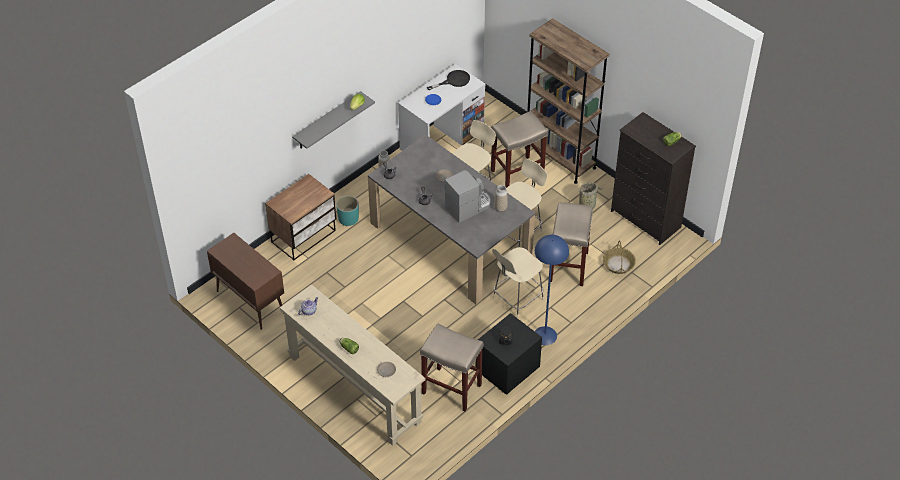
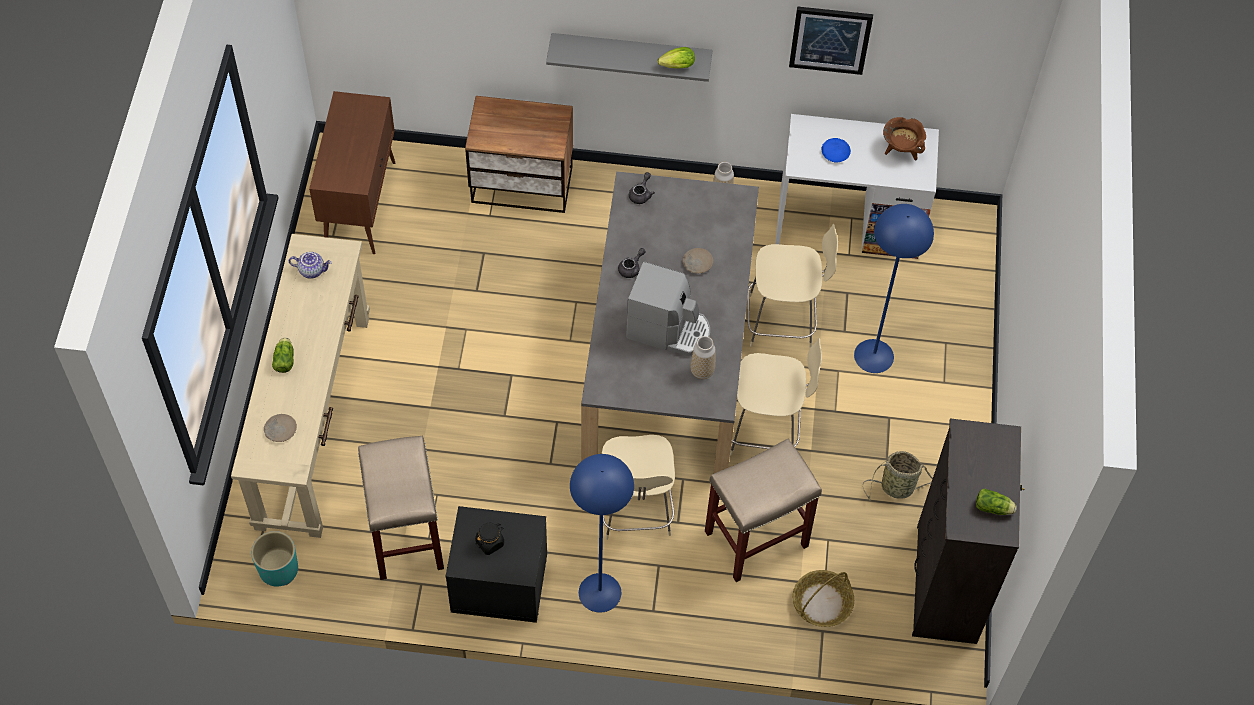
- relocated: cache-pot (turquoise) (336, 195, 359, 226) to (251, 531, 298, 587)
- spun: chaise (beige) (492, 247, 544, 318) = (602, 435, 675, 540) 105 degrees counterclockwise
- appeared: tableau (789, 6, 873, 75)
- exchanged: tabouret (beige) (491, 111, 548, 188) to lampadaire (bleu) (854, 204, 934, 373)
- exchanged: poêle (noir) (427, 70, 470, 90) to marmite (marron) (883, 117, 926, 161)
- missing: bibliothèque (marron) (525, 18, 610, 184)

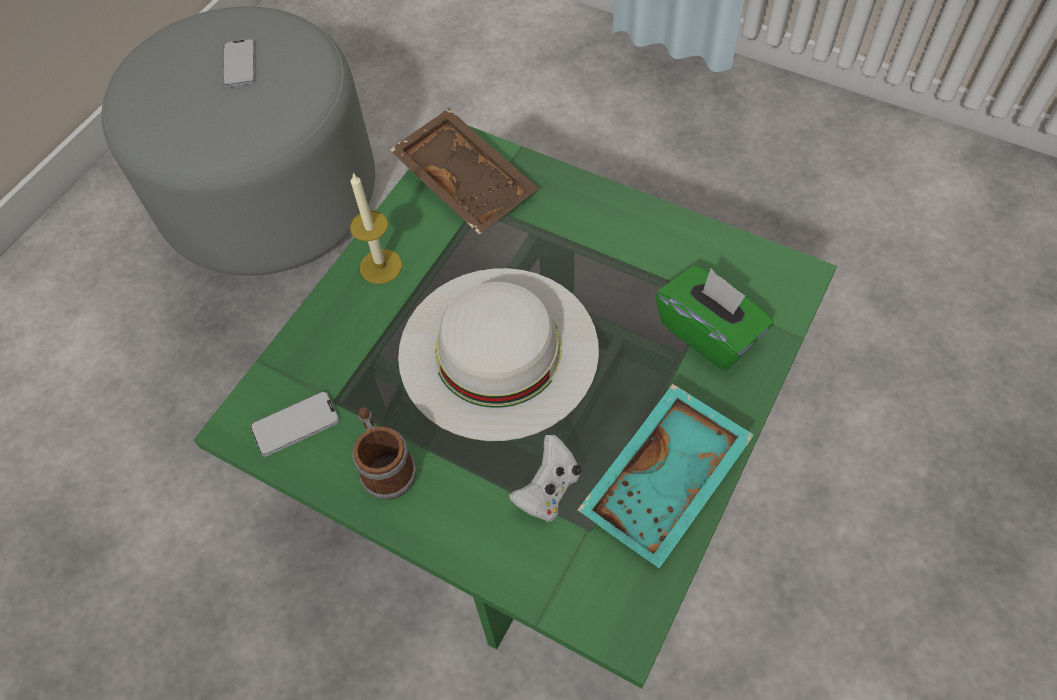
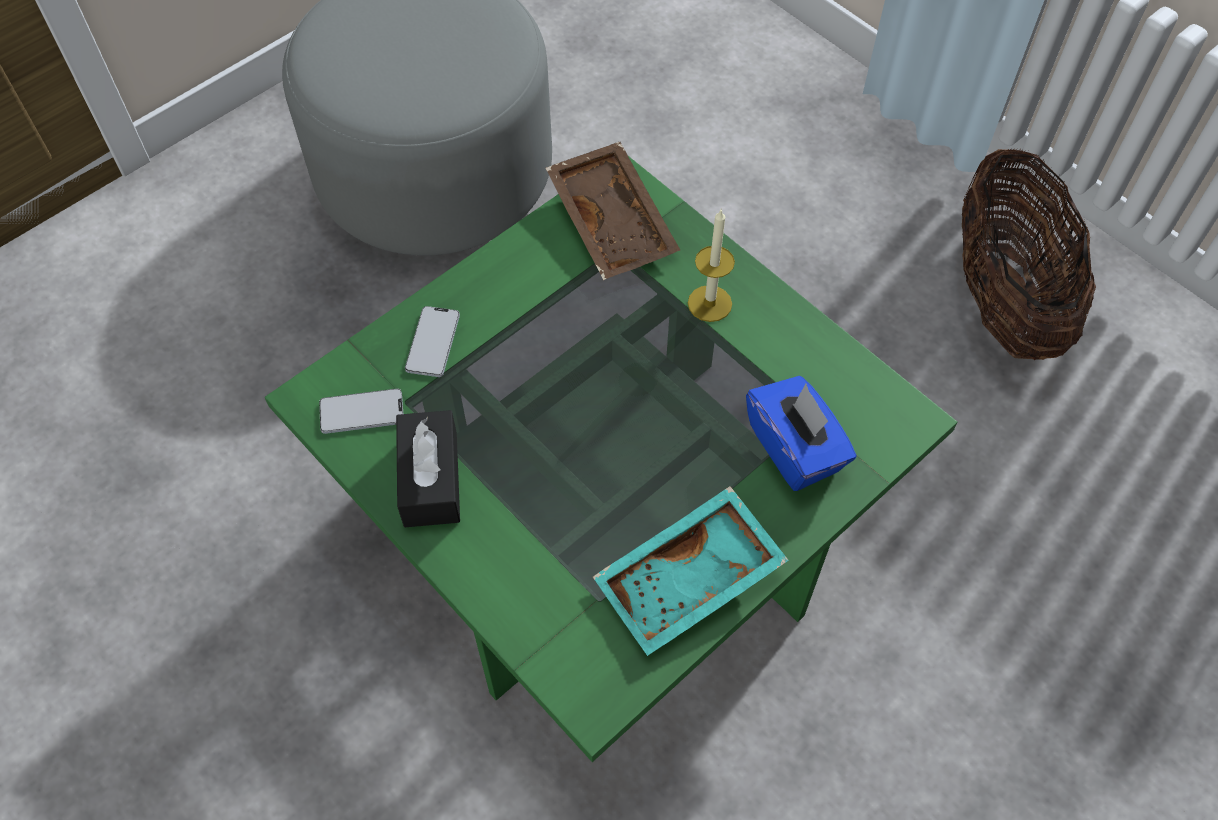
- exchanged: mug (352, 407, 417, 500) to boîte à mouchoirs (noir) (396, 410, 460, 527)
- relocated: téléphone (223, 39, 255, 87) to (405, 306, 460, 377)
- relocated: bougie (350, 172, 402, 284) to (688, 210, 735, 322)
- colour: boîte à mouchoirs (vert) (656, 265, 774, 371) to boîte à mouchoirs (bleu) (746, 376, 856, 491)
- appeared: panier (962, 149, 1096, 360)
- missing: chapeau (blanc) (398, 268, 599, 441)
- missing: manette (blanc) (509, 435, 581, 522)

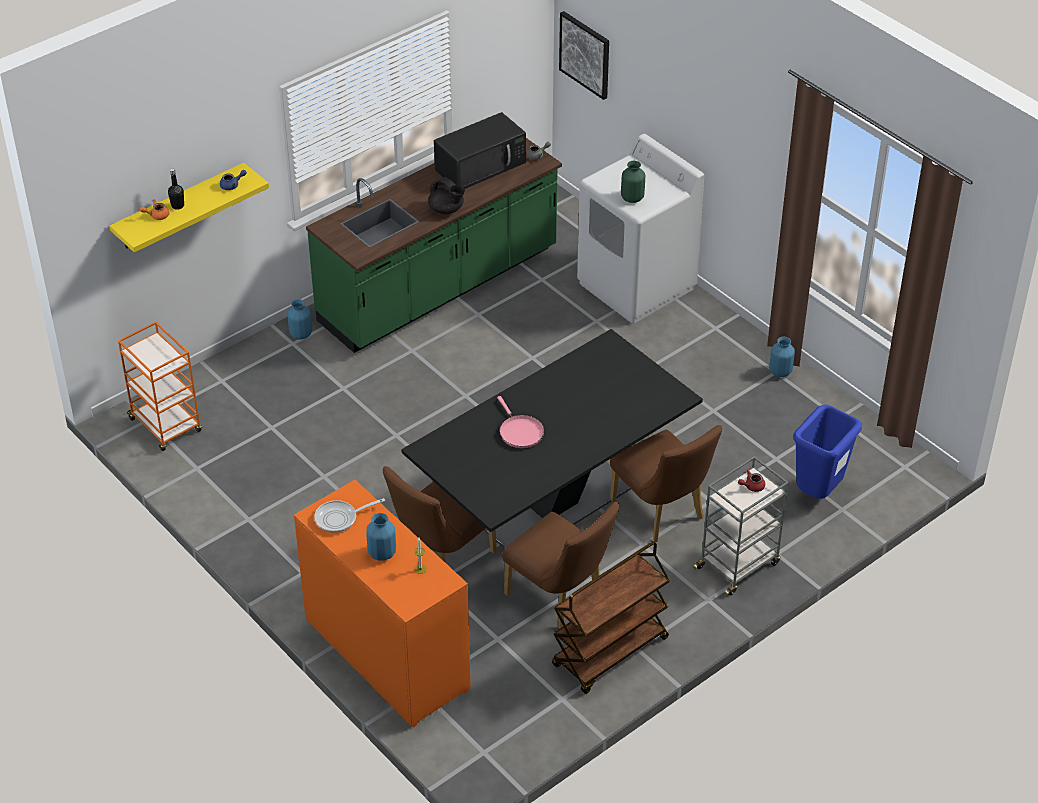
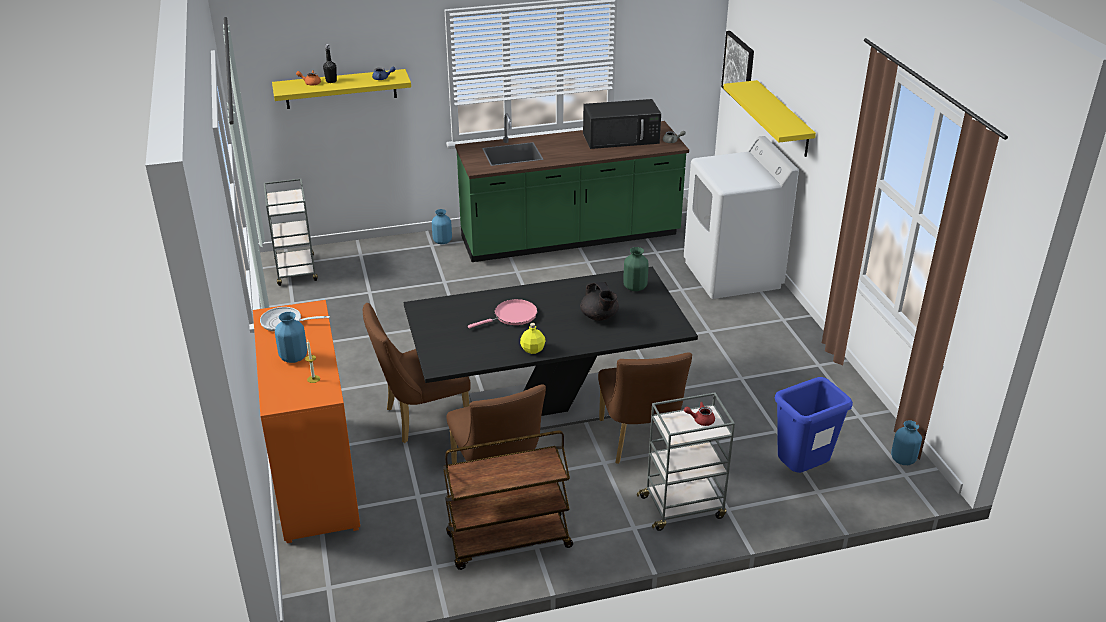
- colour: chariot (orange) (118, 322, 202, 451) to chariot (gris) (264, 179, 318, 286)
- spun: poêle (rose) (497, 396, 544, 448) = (468, 299, 537, 329) 120 degrees counterclockwise
- appeared: bouteille (jaune) (520, 323, 545, 354)
- relocated: théière (noir) (428, 177, 465, 214) to (580, 282, 619, 321)
- relocated: vase (vert) (621, 161, 645, 203) to (623, 247, 649, 291)
- appeared: étagère (jaune) (723, 80, 816, 157)
- relocated: vase (bleu) (769, 337, 795, 377) to (891, 420, 922, 465)

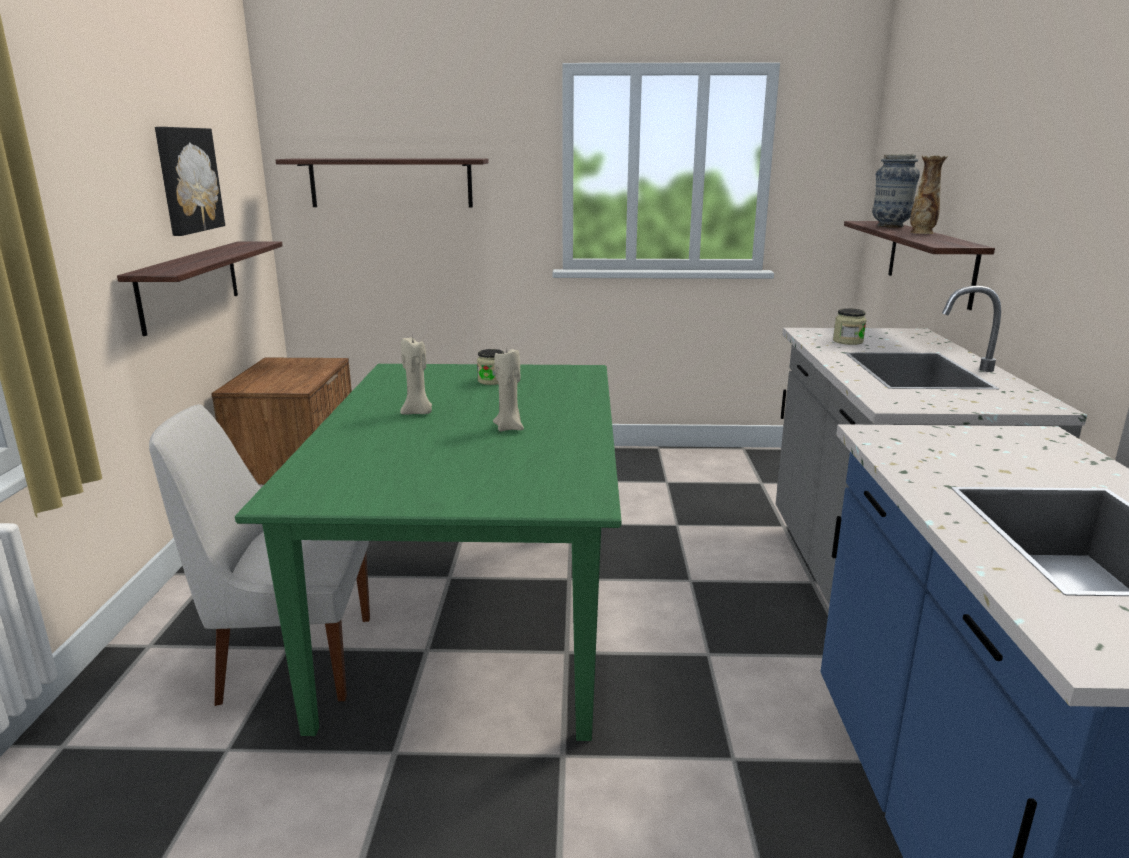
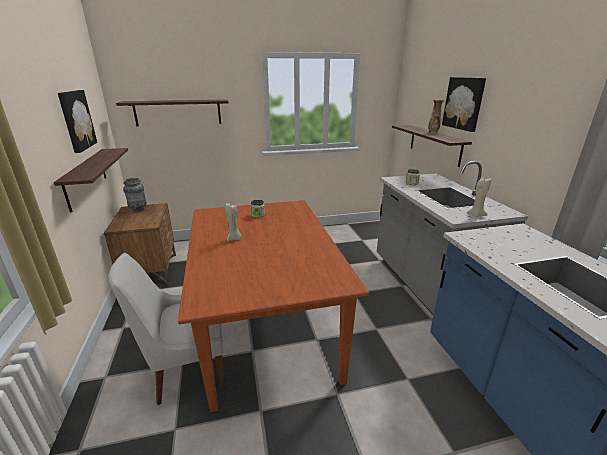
- relocated: vase (872, 154, 920, 228) to (123, 178, 146, 212)
- colour: table à manger (vert) (235, 364, 621, 741) to table à manger (marron) (178, 200, 369, 412)
- appeared: tableau (442, 77, 486, 132)
- relocated: bougie (beige) (493, 349, 524, 431) to (466, 178, 491, 218)

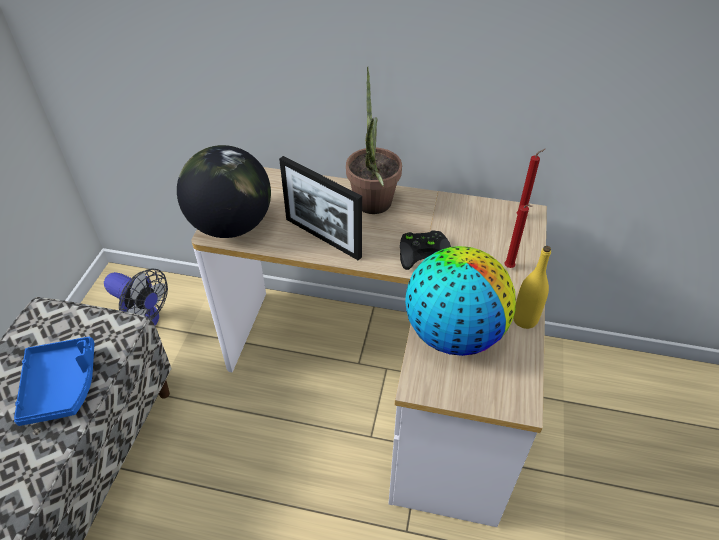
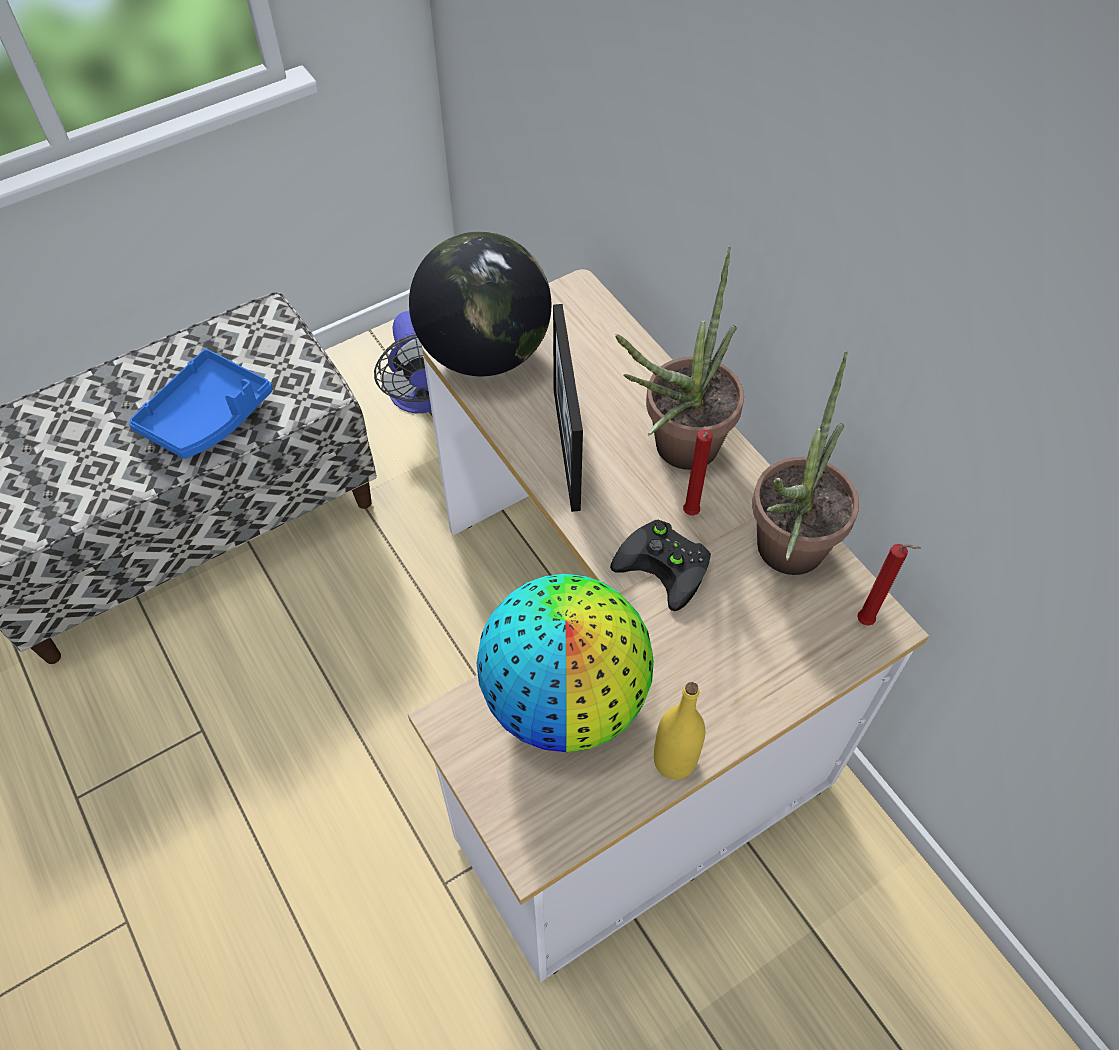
- relocated: bougie (rouge) (504, 205, 533, 268) to (683, 429, 712, 516)
- appeared: plante en pot (752, 351, 859, 575)

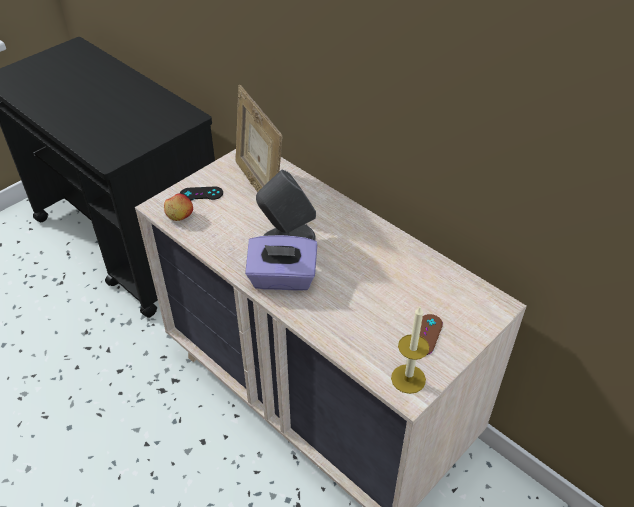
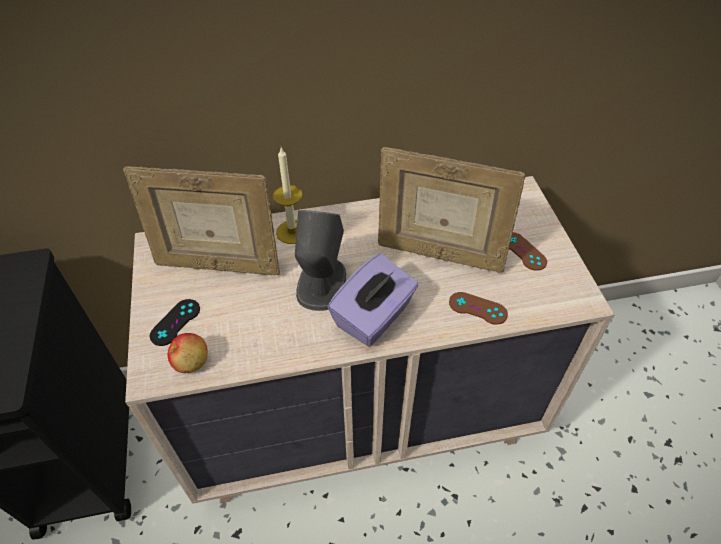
- relocated: bougie (391, 307, 429, 394) to (273, 148, 302, 244)
- appeared: cadre photo (378, 147, 526, 273)
- appeared: manette (marron) (449, 292, 508, 325)

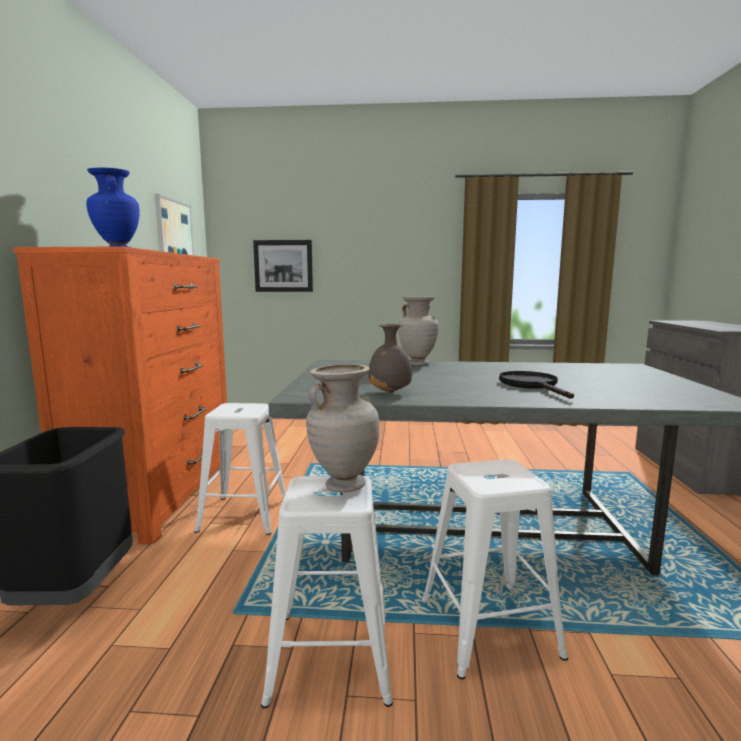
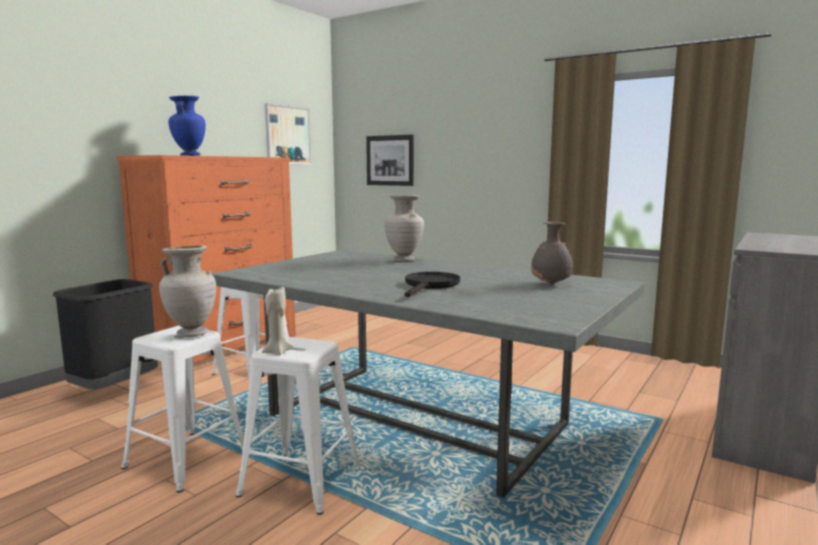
- appeared: bougie (beige) (261, 287, 294, 355)
- relocated: vase (gris) (368, 324, 412, 393) to (531, 222, 573, 284)

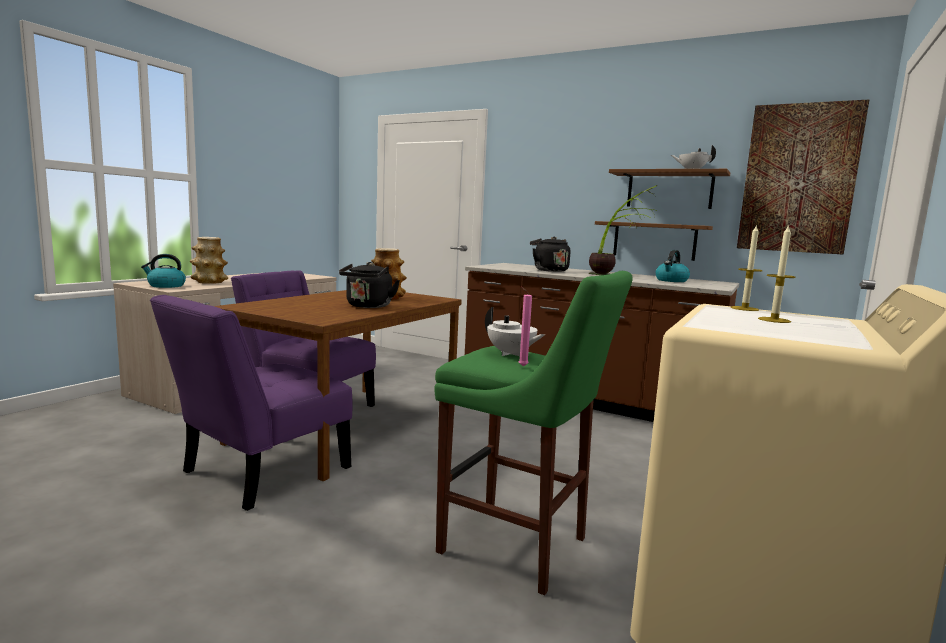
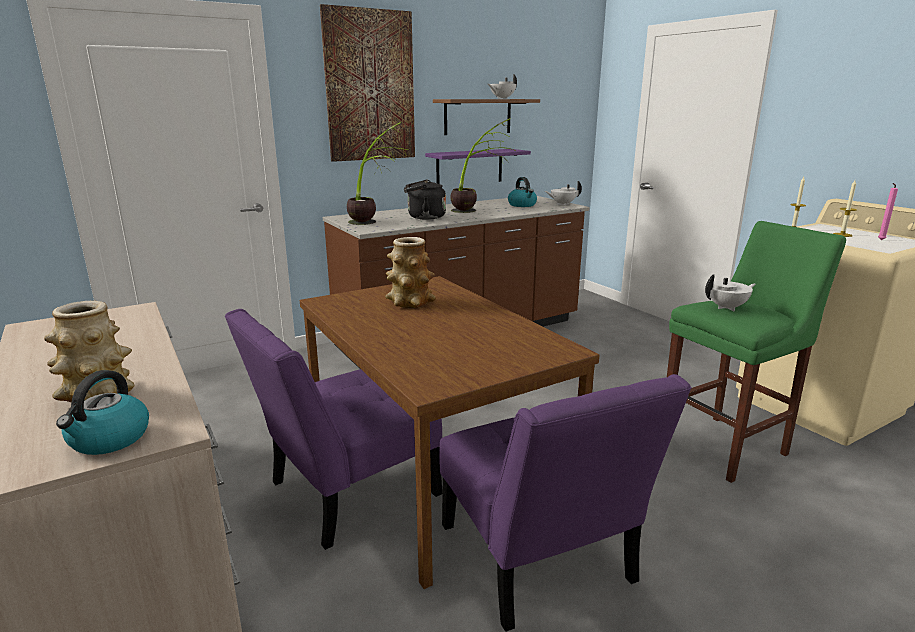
- relocated: tableau (737, 99, 870, 255) to (320, 4, 415, 162)
- appeared: plante en pot (347, 122, 408, 225)
- colour: étagère (marron) (595, 221, 713, 261) to étagère (violet) (425, 149, 531, 184)
- appeared: théière (blanc) (545, 181, 582, 206)
- relocated: bougie (rose) (519, 286, 532, 367) to (878, 183, 898, 240)
- missing: bouilloire (noir) (339, 262, 400, 308)

